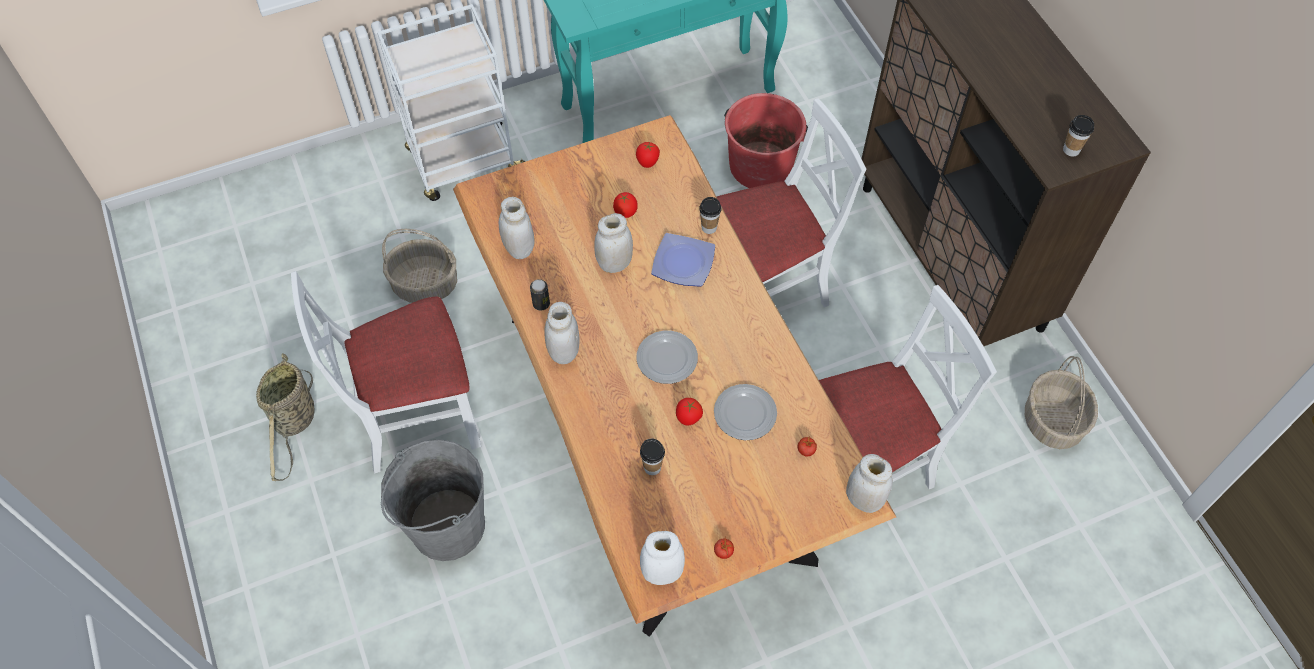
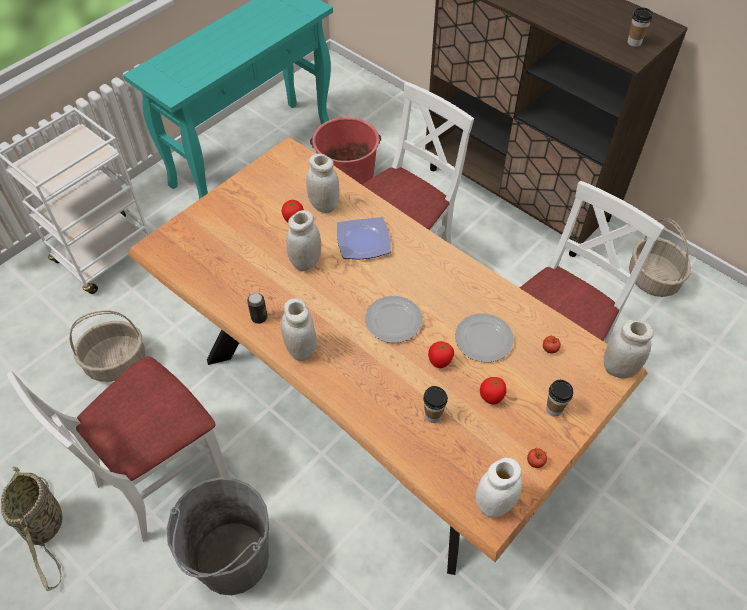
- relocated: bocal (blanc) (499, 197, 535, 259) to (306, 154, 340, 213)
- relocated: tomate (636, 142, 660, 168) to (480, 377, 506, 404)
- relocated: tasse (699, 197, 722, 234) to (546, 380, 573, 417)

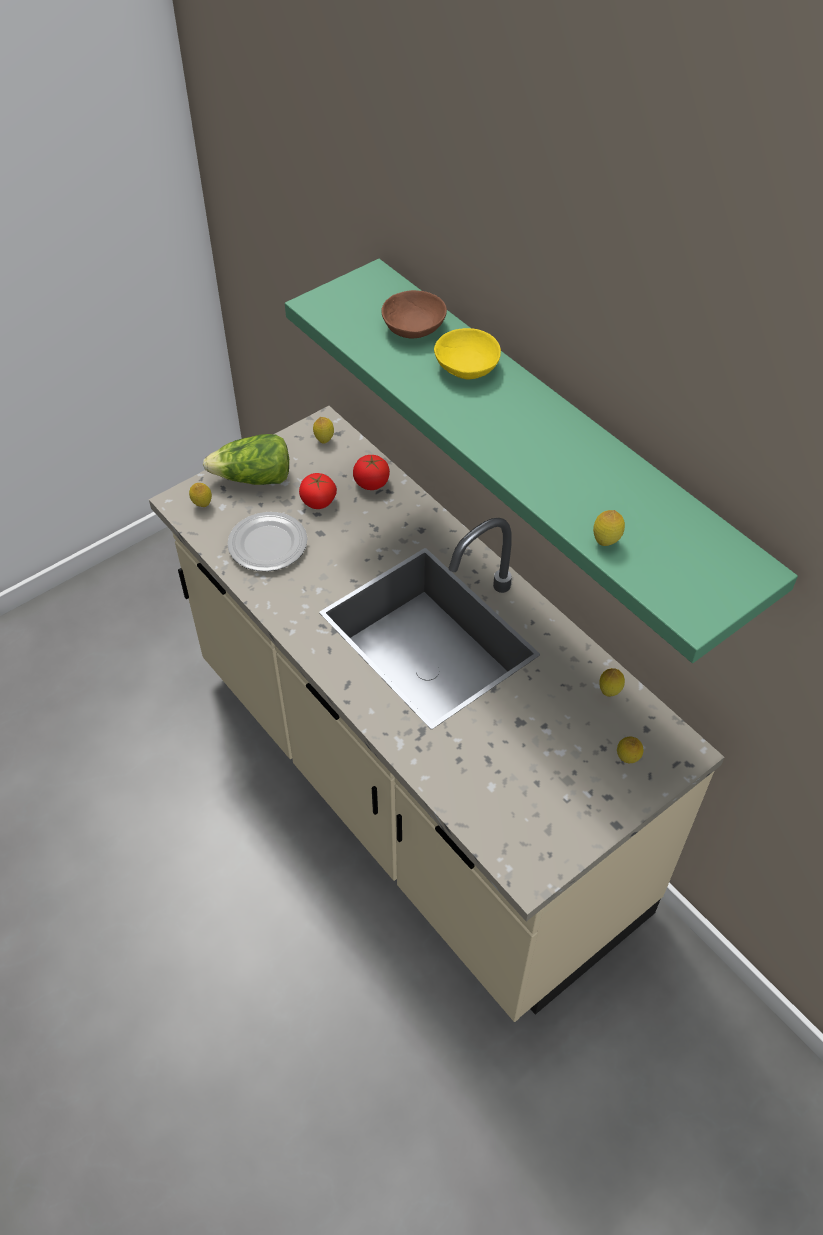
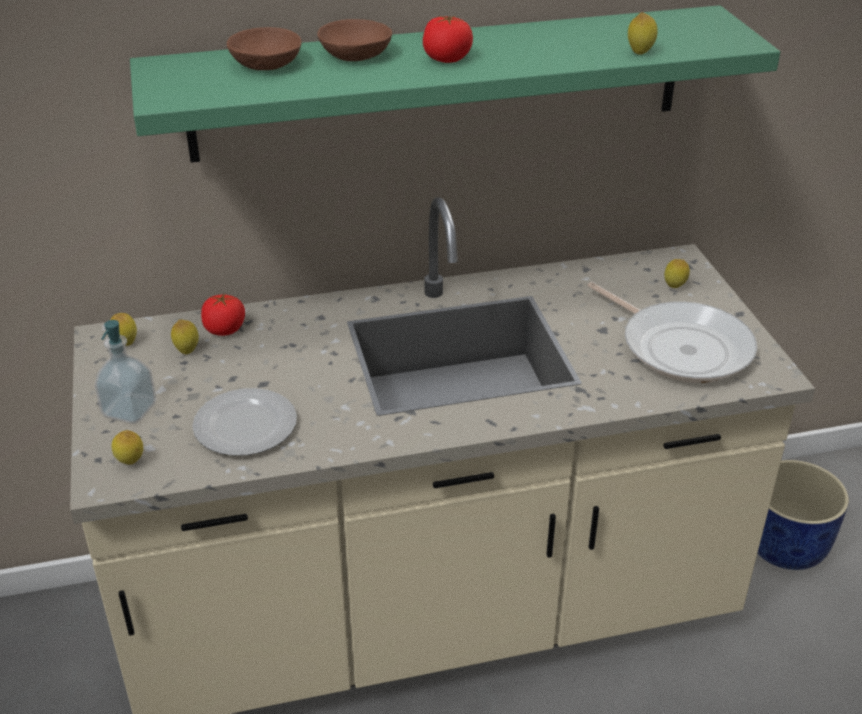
- exchanged: laitue (203, 434, 289, 485) to distributeur de savon (95, 320, 156, 424)
- relocated: citron (599, 668, 625, 697) to (171, 319, 199, 354)
- colour: bol (jaune) (434, 328, 501, 379) to bol (marron) (317, 19, 392, 61)
- relocated: tomate (299, 473, 337, 509) to (423, 16, 473, 63)
- appeared: poêle (587, 282, 757, 383)
- appeared: cache-pot (bleu) (757, 460, 849, 570)

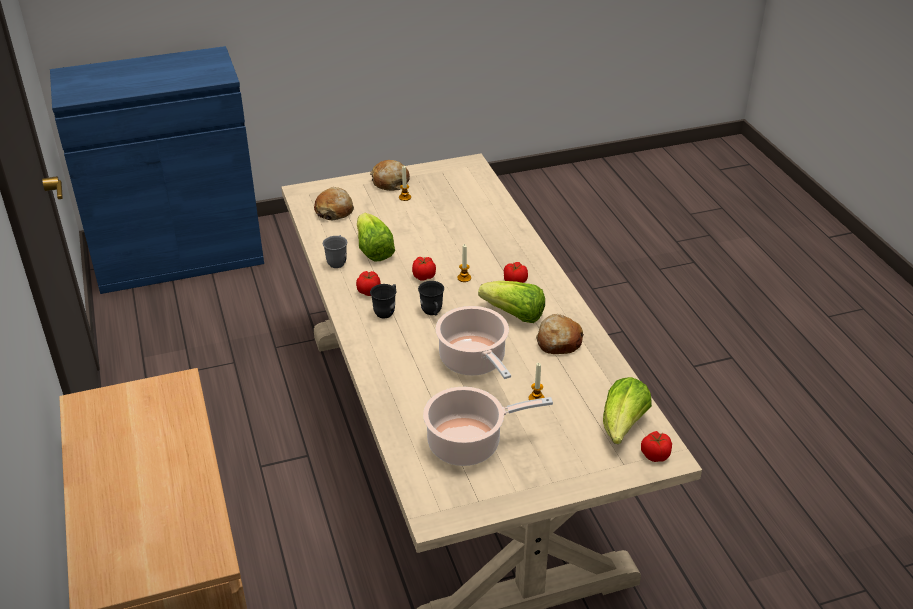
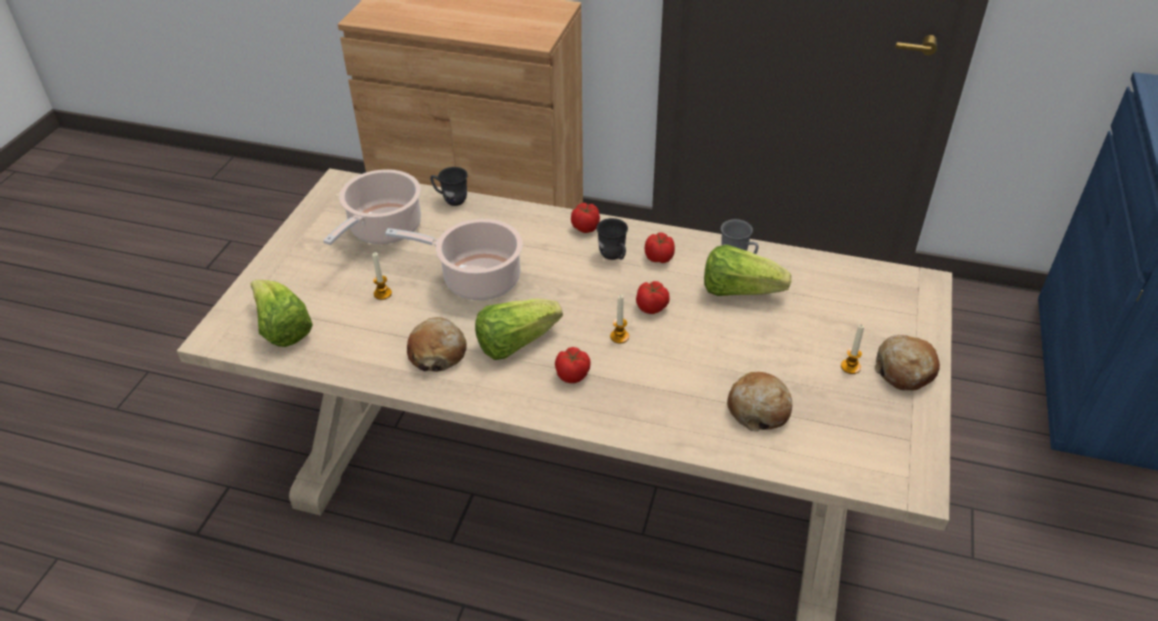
- relocated: mug (gris) (418, 281, 444, 315) to (430, 167, 468, 206)
- relocated: tomate (641, 431, 672, 462) to (571, 203, 600, 233)
- relocated: pain (314, 187, 354, 220) to (727, 372, 792, 432)

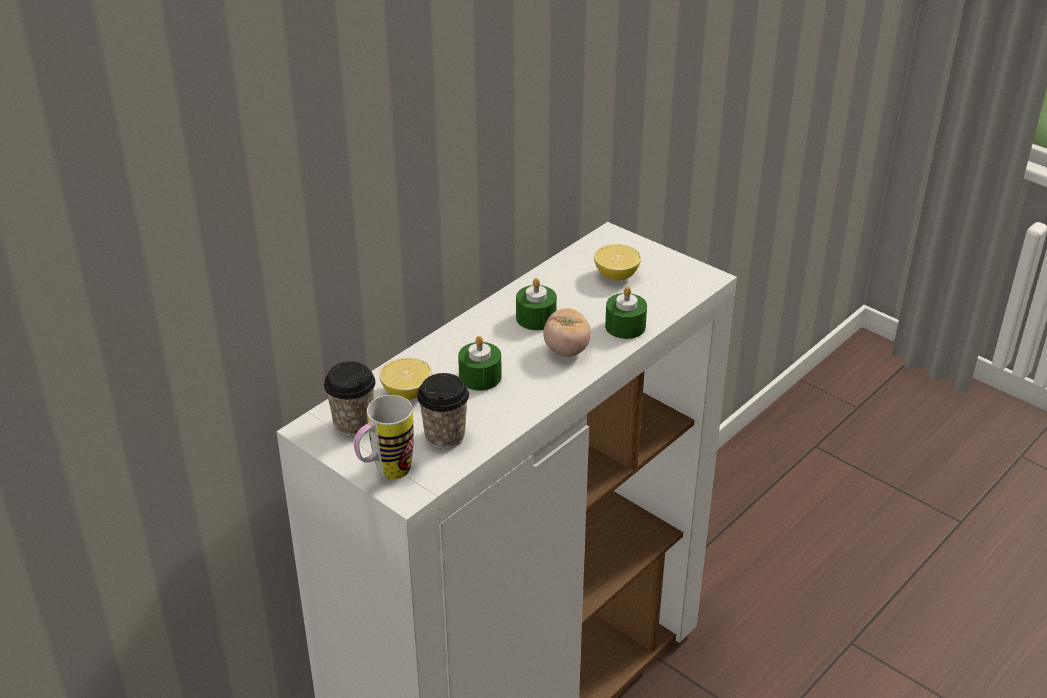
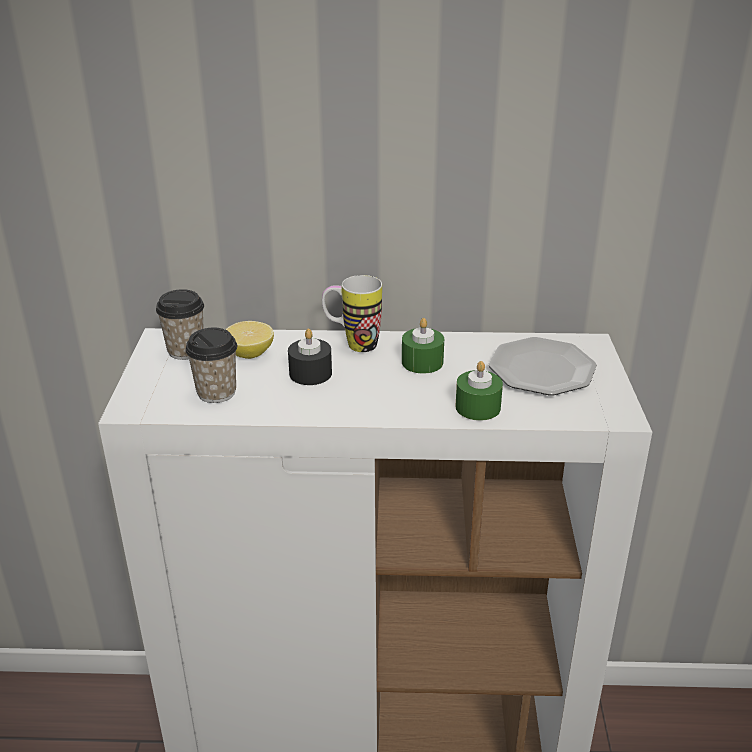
- colour: bougie (vert) (458, 336, 502, 391) to bougie (noir) (288, 329, 332, 385)
- relocated: mug (354, 395, 414, 479) to (322, 275, 382, 352)
- exchanged: citron (594, 244, 641, 281) to assiette (489, 337, 597, 395)
- missing: tomate (543, 308, 591, 357)

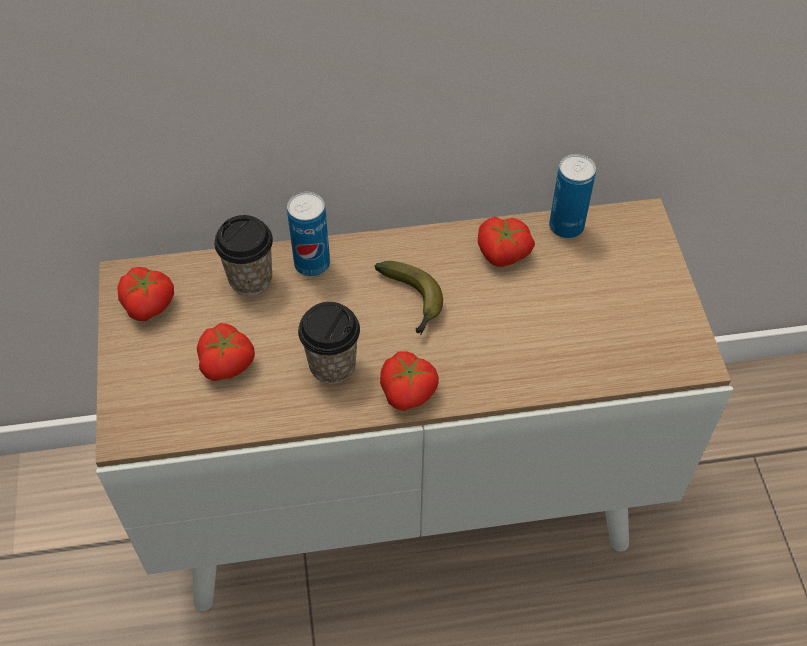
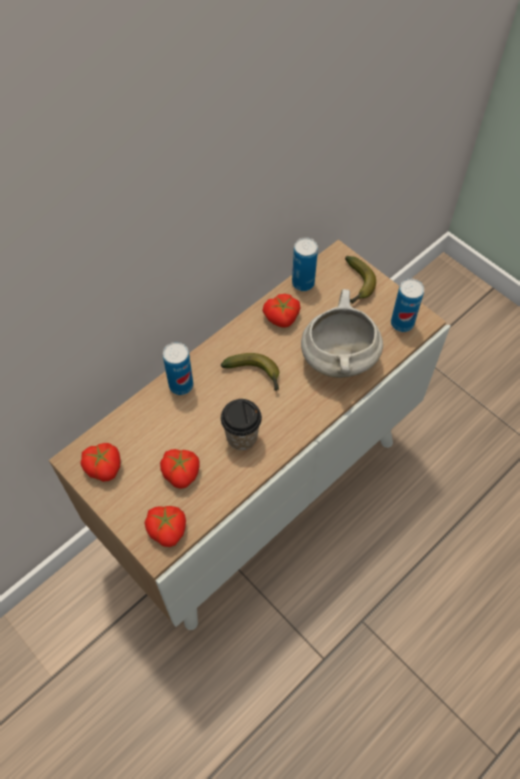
- relocated: tomate (380, 351, 439, 411) to (145, 506, 186, 547)
- appeared: marmite (blanc) (301, 289, 383, 378)
- appeared: banane (345, 256, 376, 304)
- appeared: boîte métallique (391, 279, 424, 332)
- missing: tasse (214, 215, 273, 295)

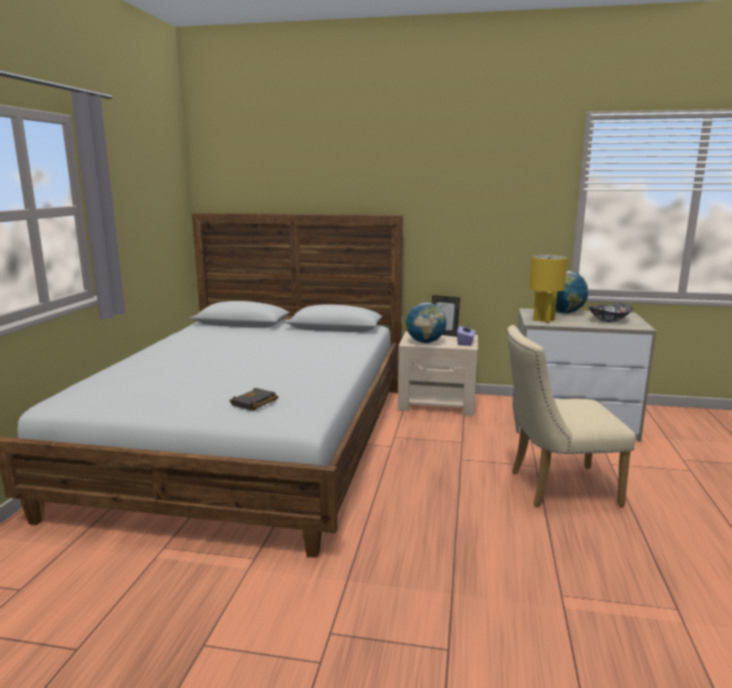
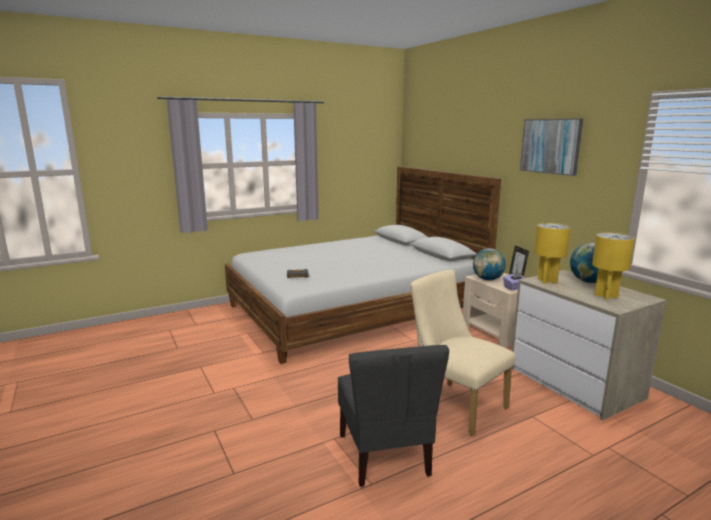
- appeared: chaise (gris) (338, 345, 449, 487)
- appeared: tableau (520, 118, 583, 176)
- exchanged: bol (588, 303, 632, 322) to lampe de table (jaune) (592, 233, 635, 300)

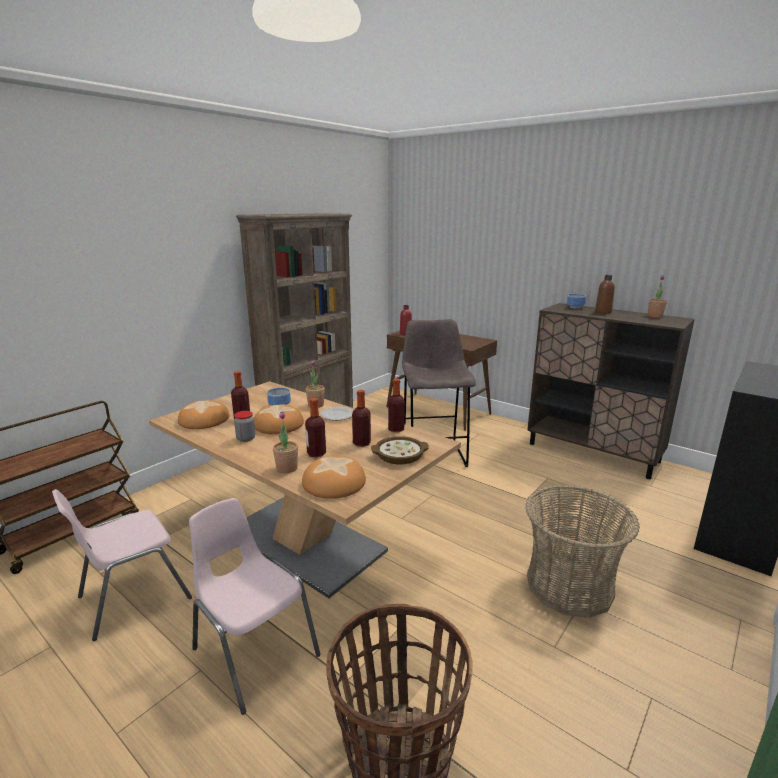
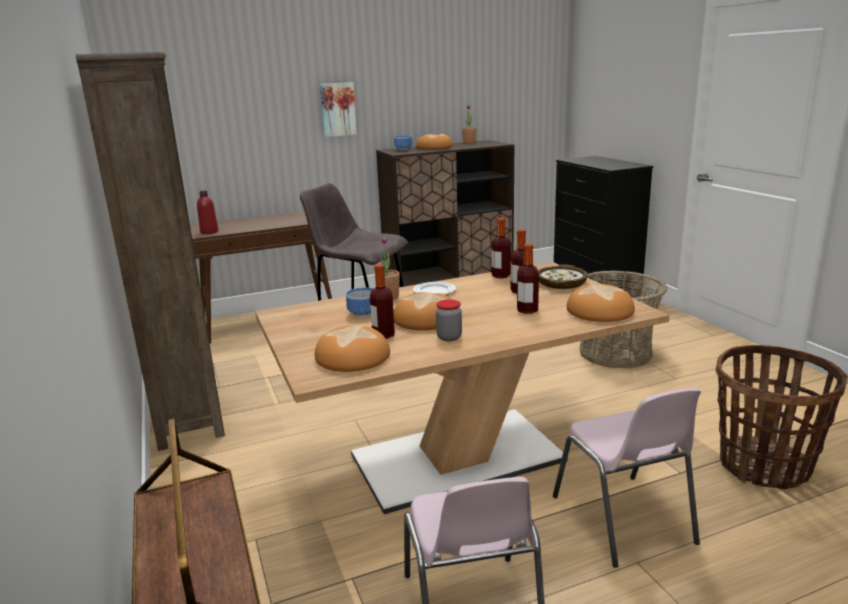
- appeared: tableau (319, 83, 357, 137)
- exchanged: bouteille (marron) (595, 275, 615, 314) to pain (416, 134, 453, 149)
- spun: chaise (rose) (189, 498, 321, 715) = (553, 387, 701, 568) 90 degrees counterclockwise
- missing: plante en pot (273, 411, 298, 473)

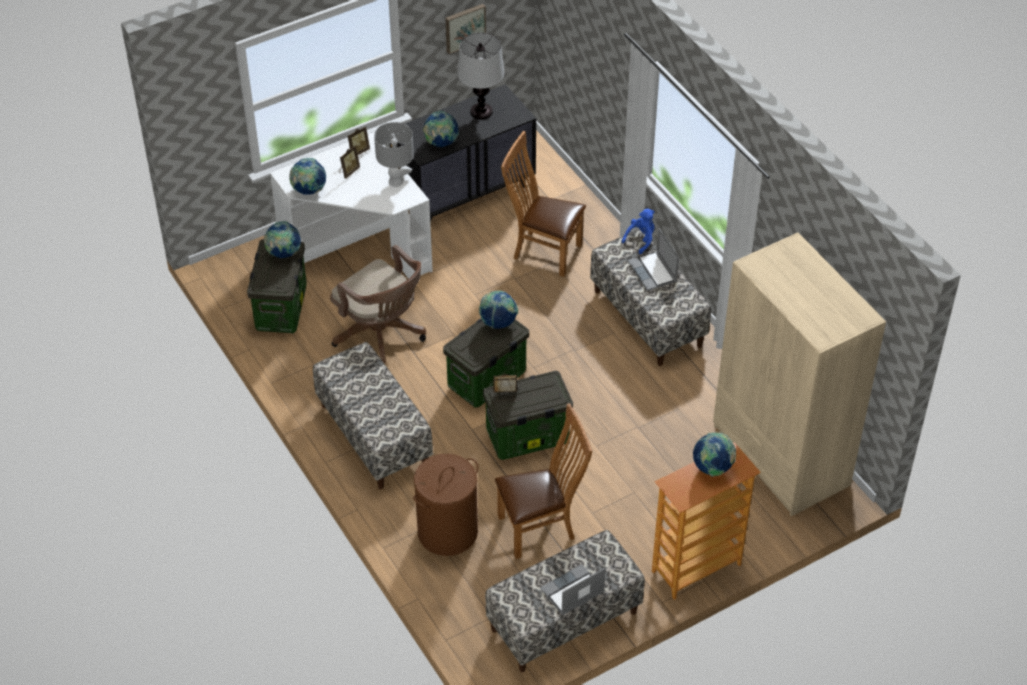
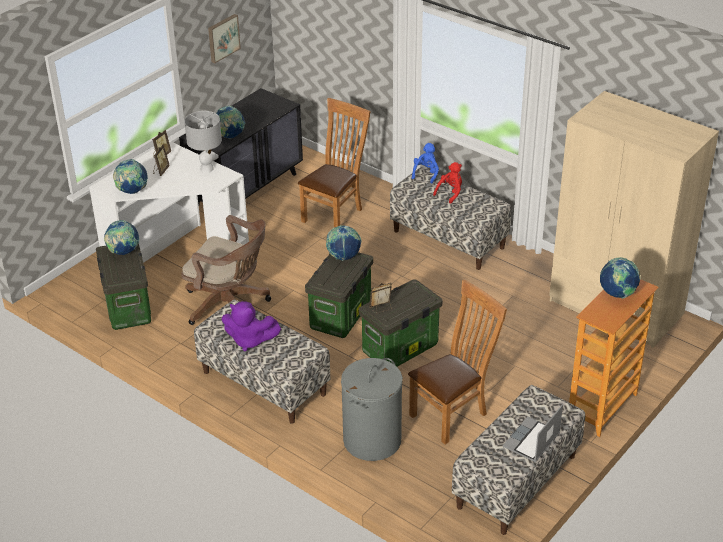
- appeared: peluche (violet) (222, 301, 281, 351)
- spun: chaise (marron) (501, 131, 586, 277) = (298, 98, 370, 227) 120 degrees clockwise
- colour: panier à linge (marron) (413, 454, 478, 556) to panier à linge (gris) (341, 358, 403, 461)
- exchanged: ordinateur portable (628, 228, 679, 291) to peluche (rouge) (433, 162, 462, 204)
- missing: lampe de table (457, 33, 505, 119)

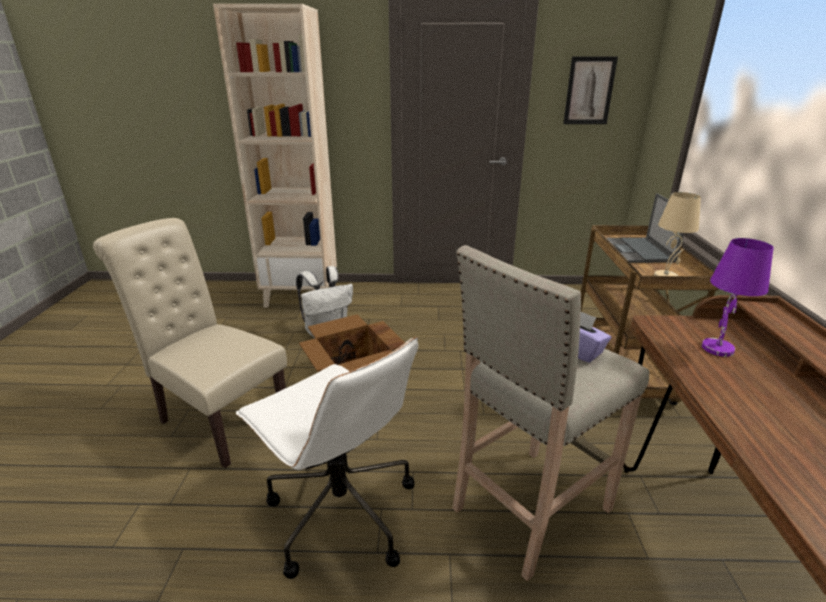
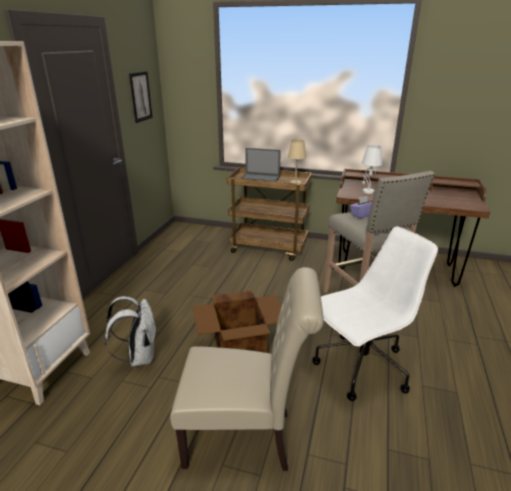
- spun: chaise (beige) (93, 218, 287, 468) = (170, 267, 324, 471) 135 degrees counterclockwise
- colour: lampe de table (violet) (702, 238, 774, 357) to lampe de table (blanc) (362, 145, 382, 194)

